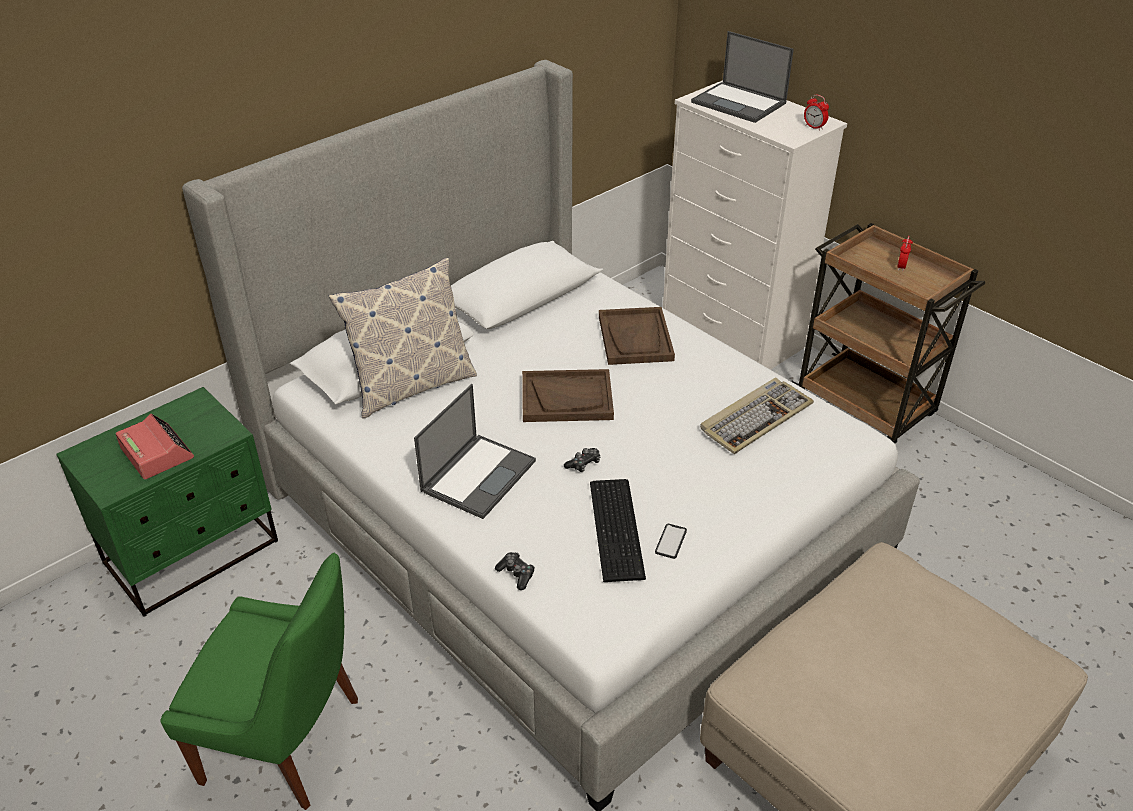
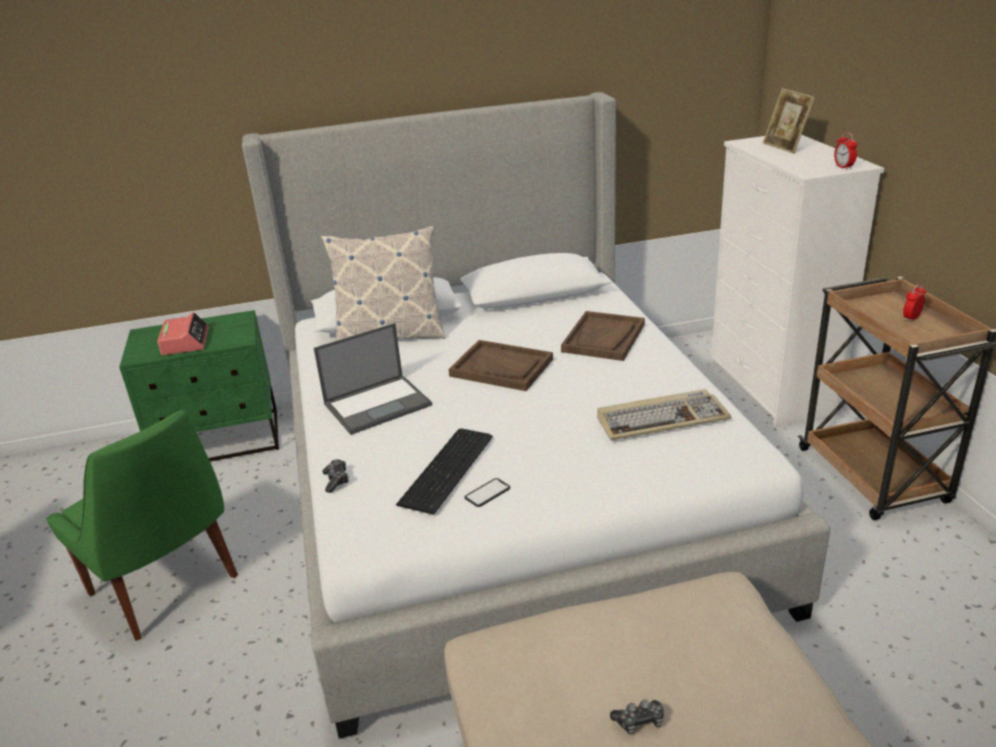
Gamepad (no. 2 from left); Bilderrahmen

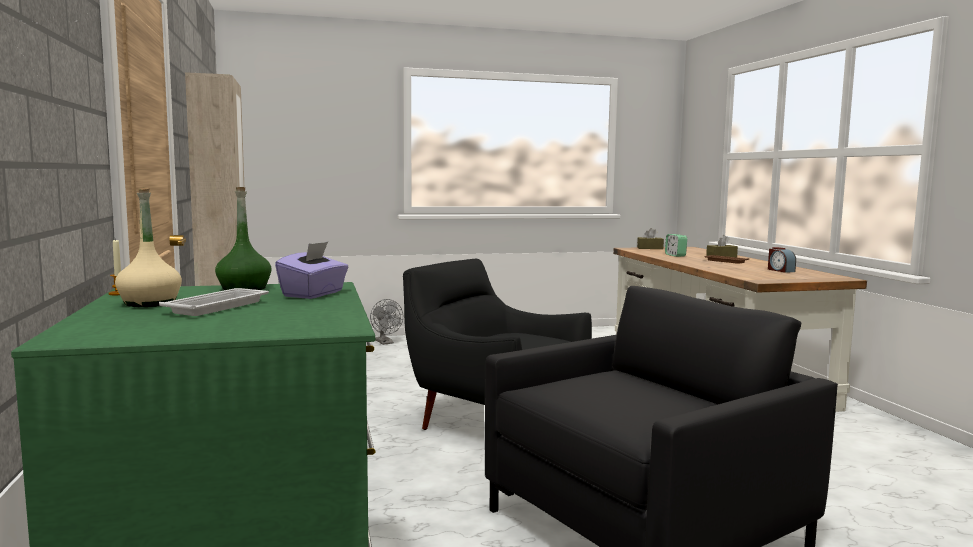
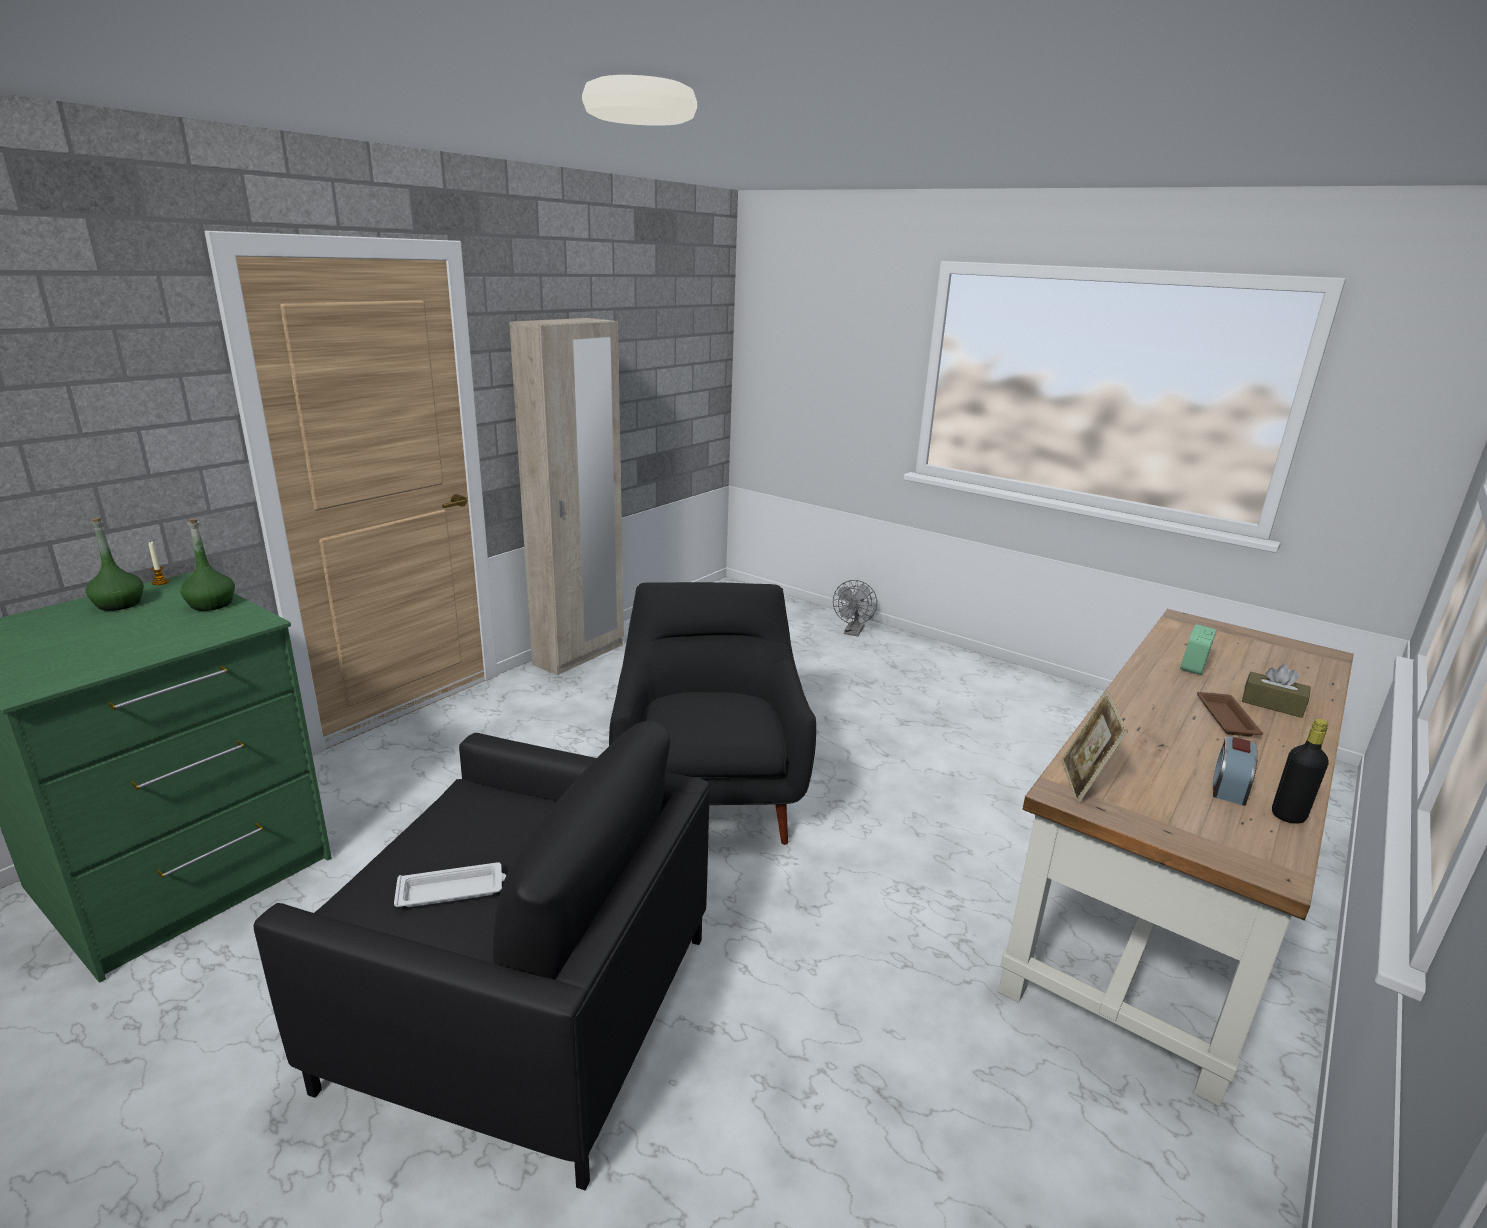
Taschentuchbox (lila); Taschentuchbox (braun) (no. 1 from left in the first image); Bilderrahmen; Flasche (schwarz); Tablett (weiß); Flasche (grün) (no. 1 from left)

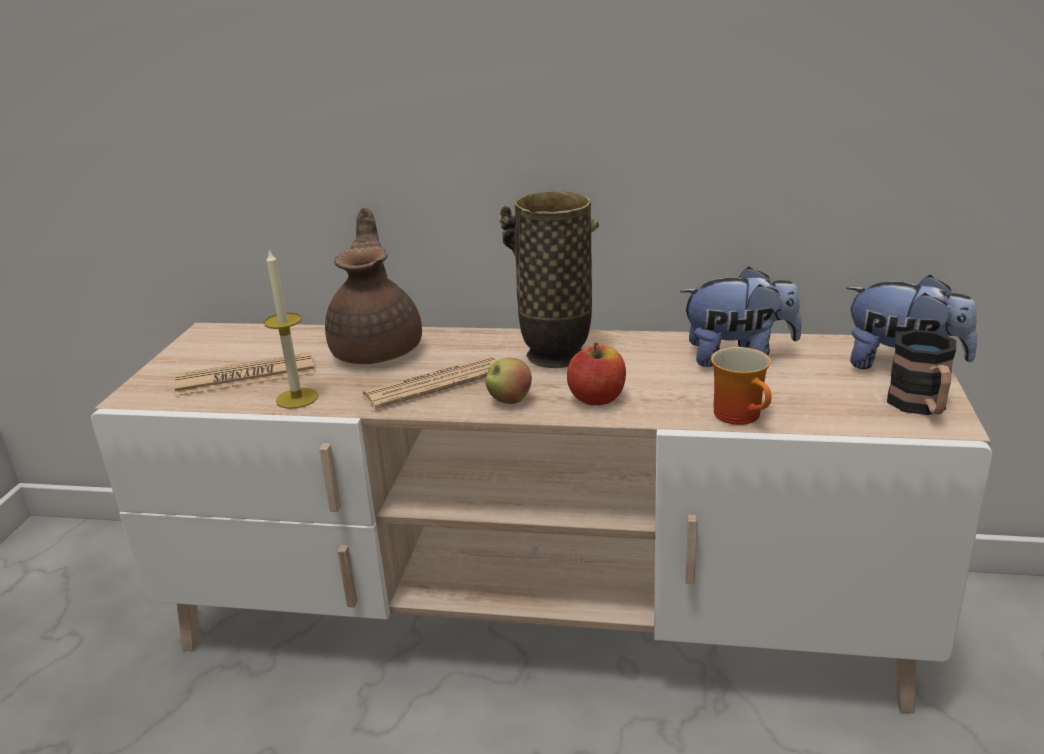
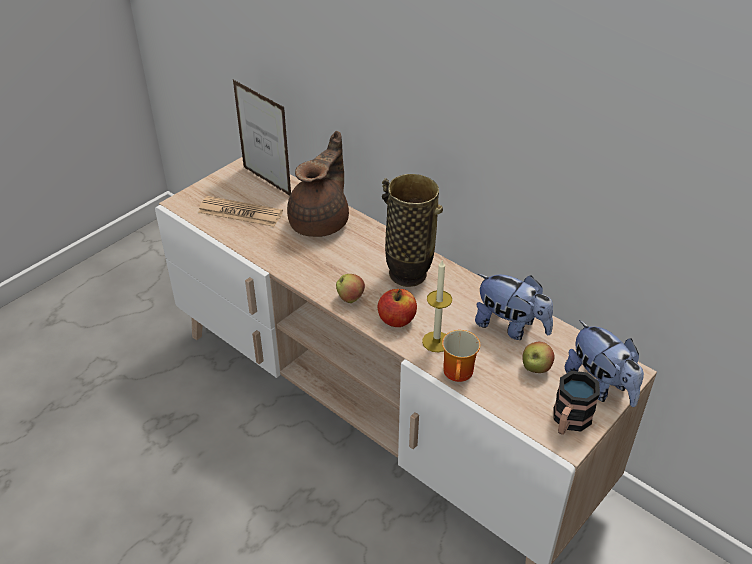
Zeitung (no. 2 from left in the first image); Bilderrahmen; Apfel (no. 3 from left); Kerze

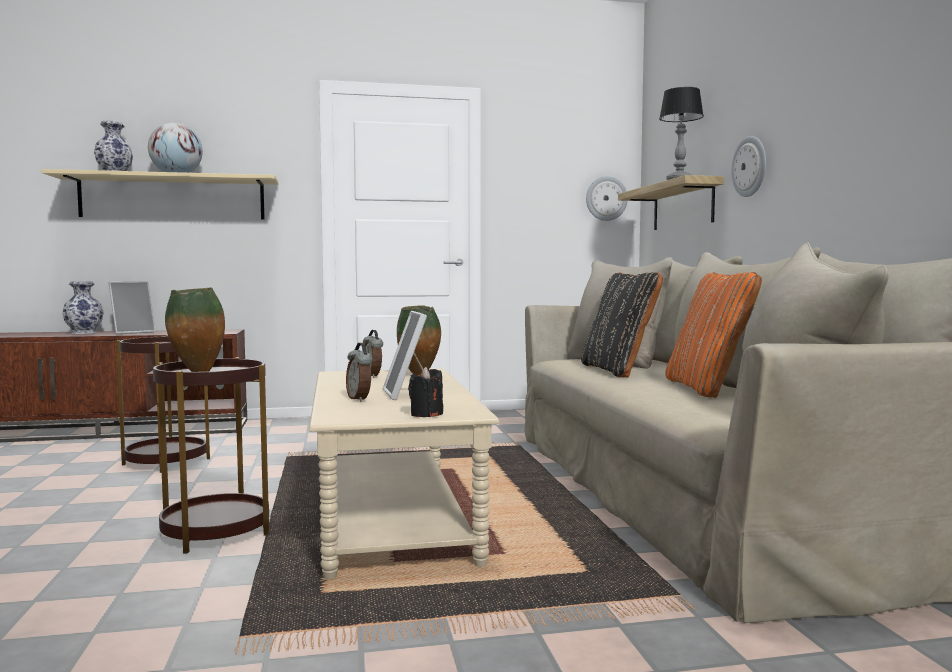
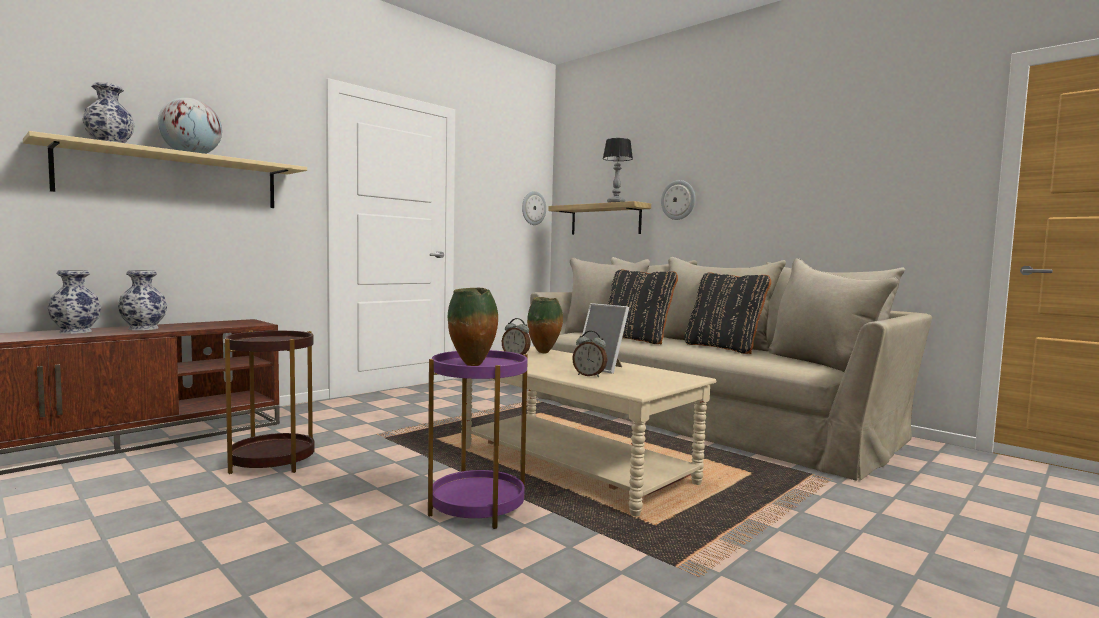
Kerze (schwarz); Vase (no. 3 from left); Beistelltisch (lila); Kissen (schwarz) (no. 2 from left)

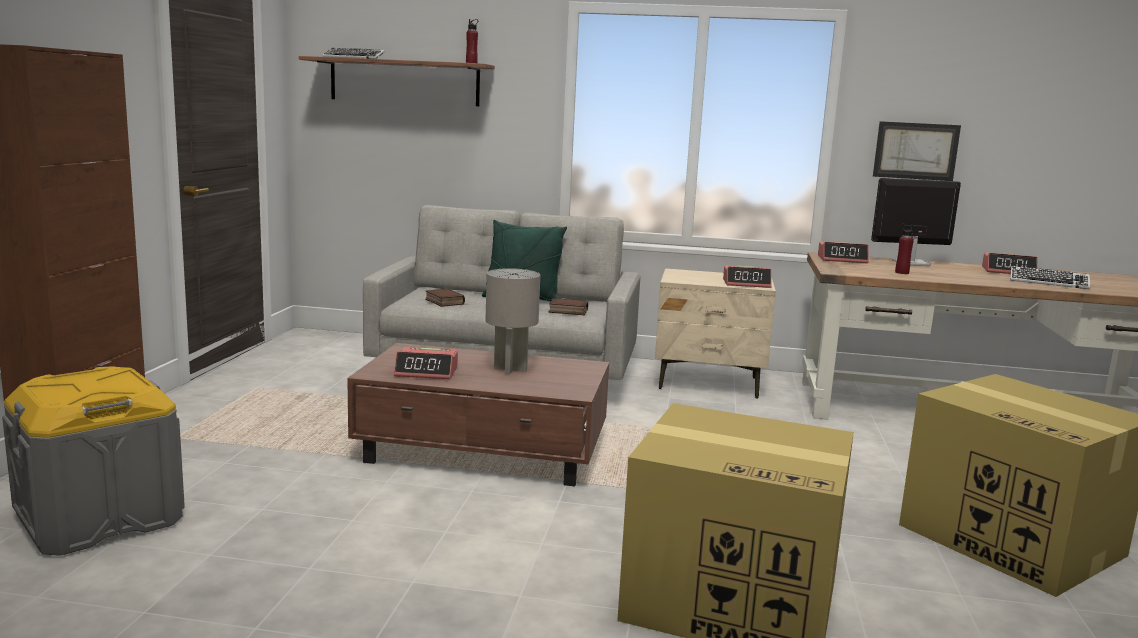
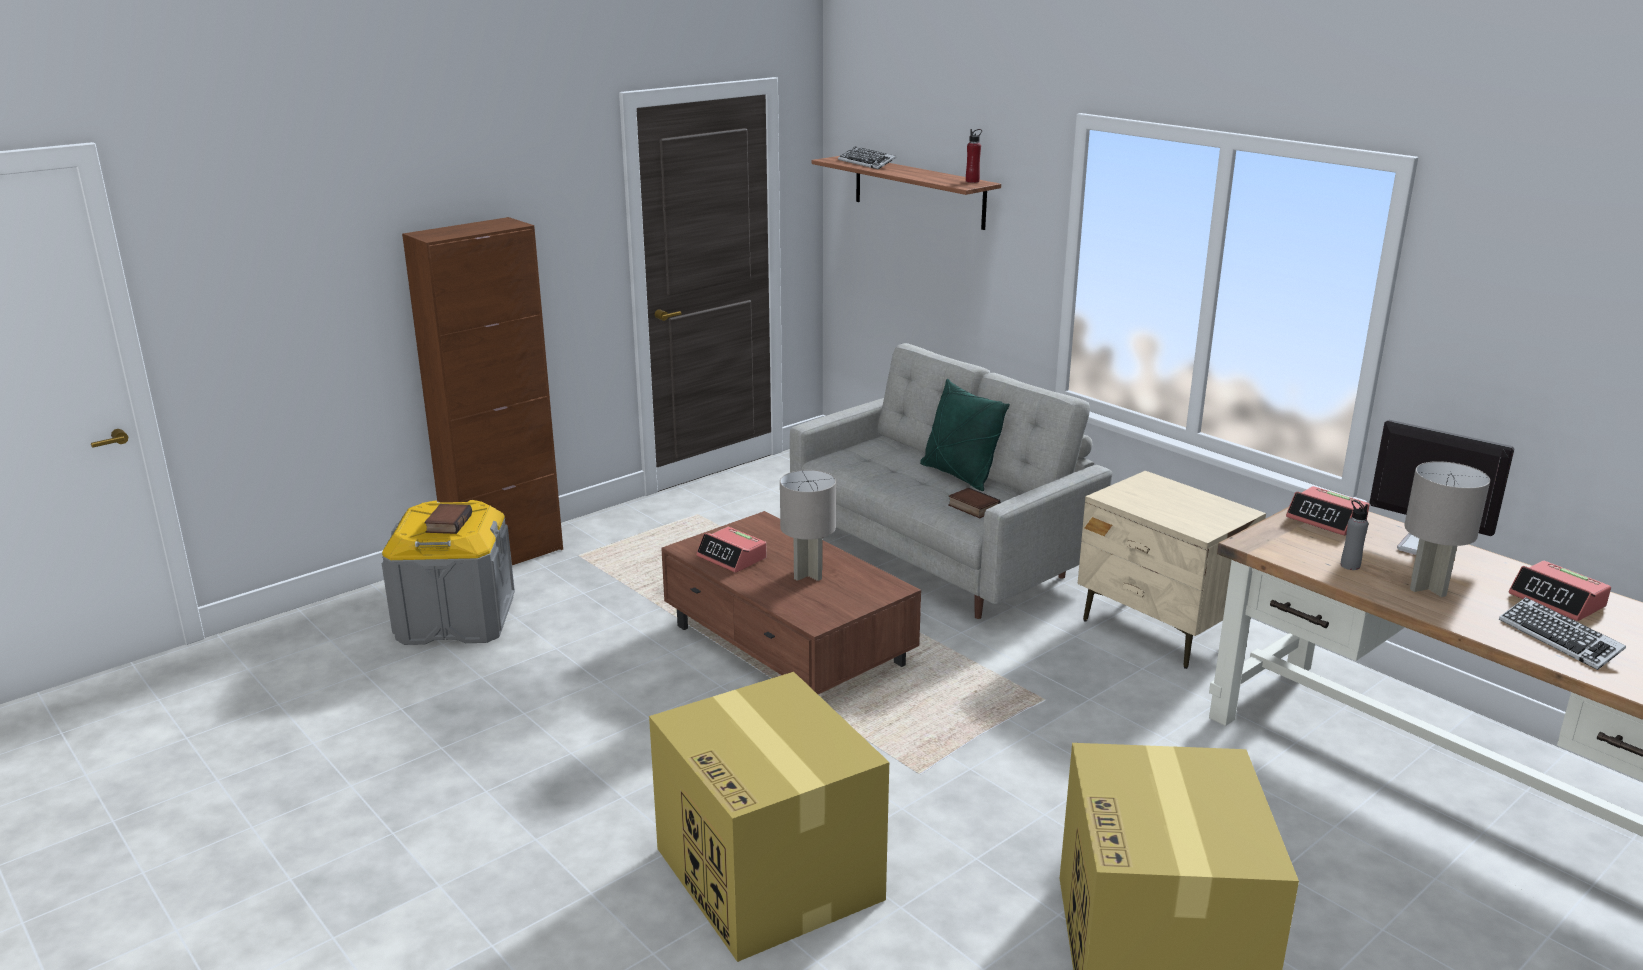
Wecker (no. 2 from left in the first image); Bild; Tischlampe (grau) (no. 2 from left); Buch (no. 1 from left); Flasche (grau)

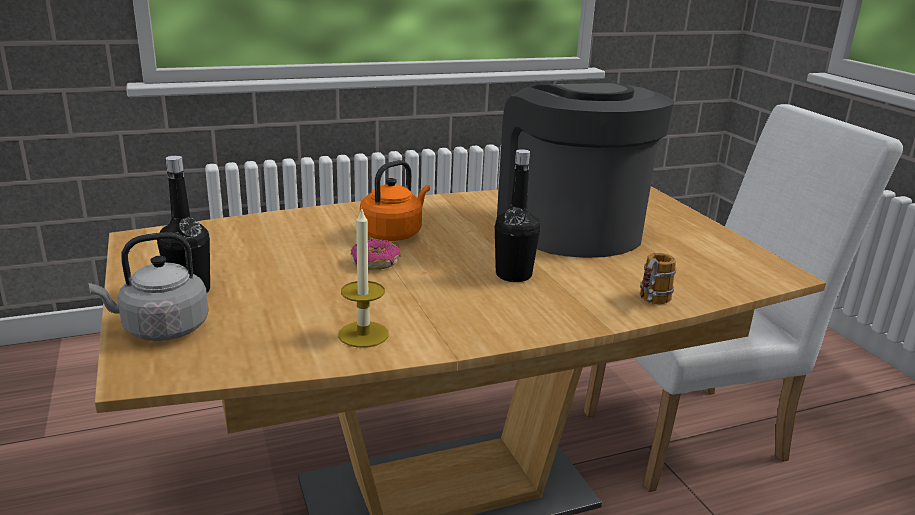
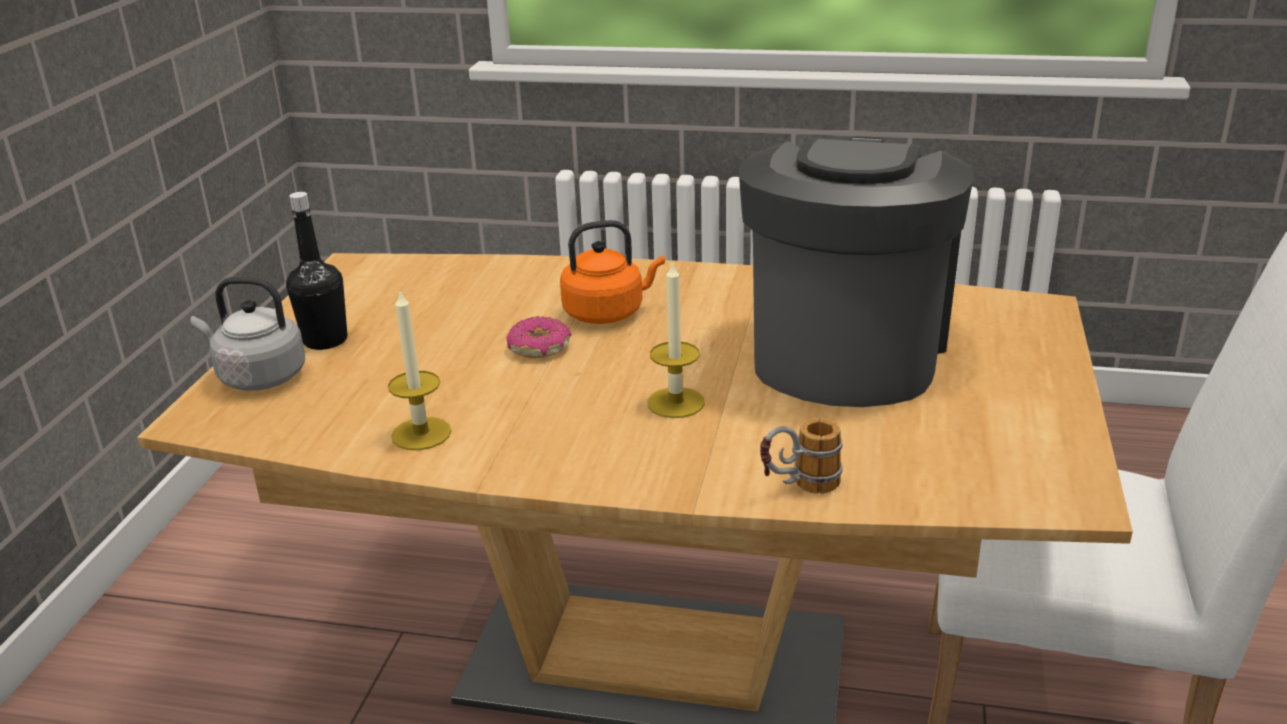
Kerze (no. 2 from left)

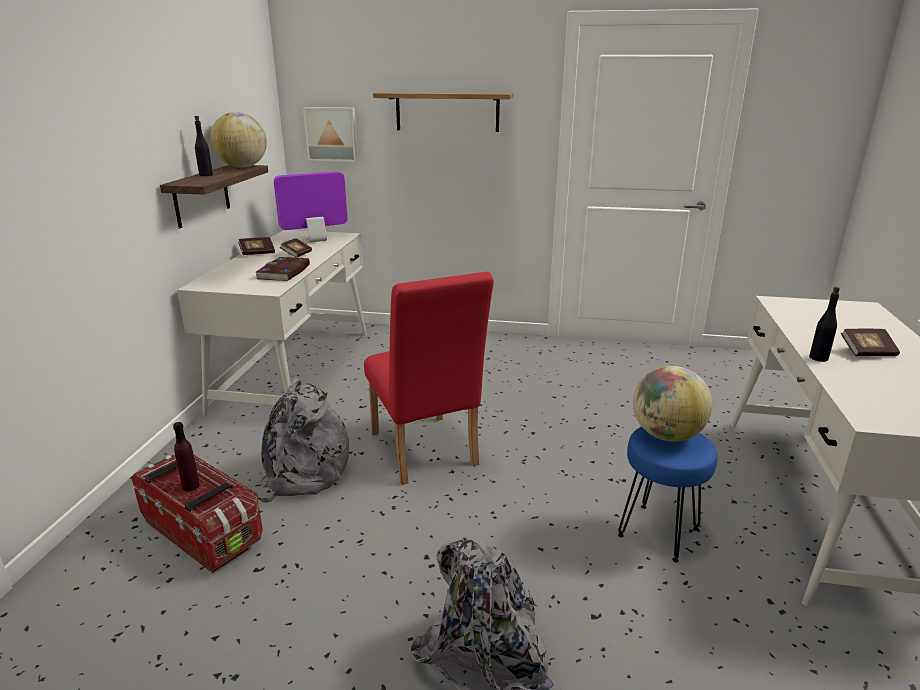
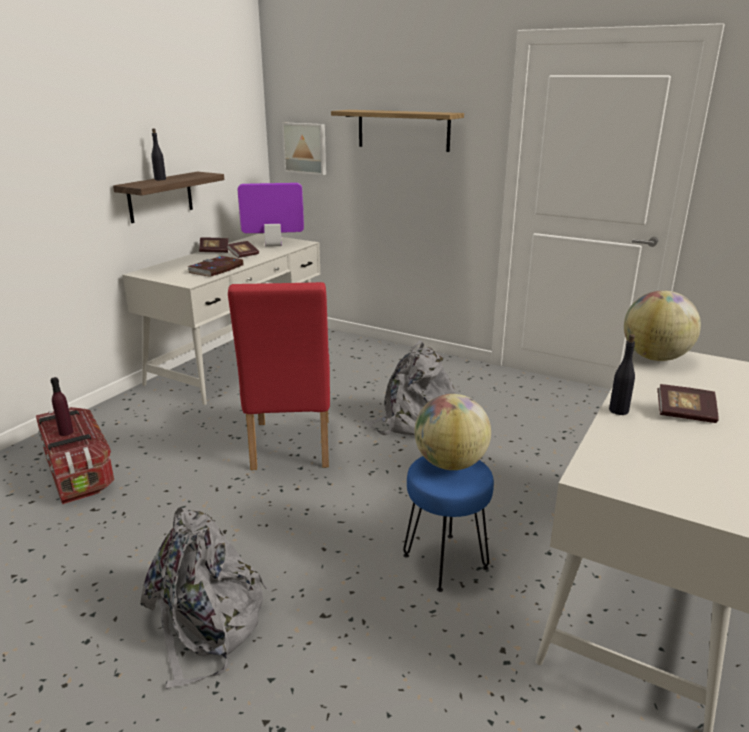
Globus (no. 2 from left); Rucksack (grau) (no. 2 from left)

